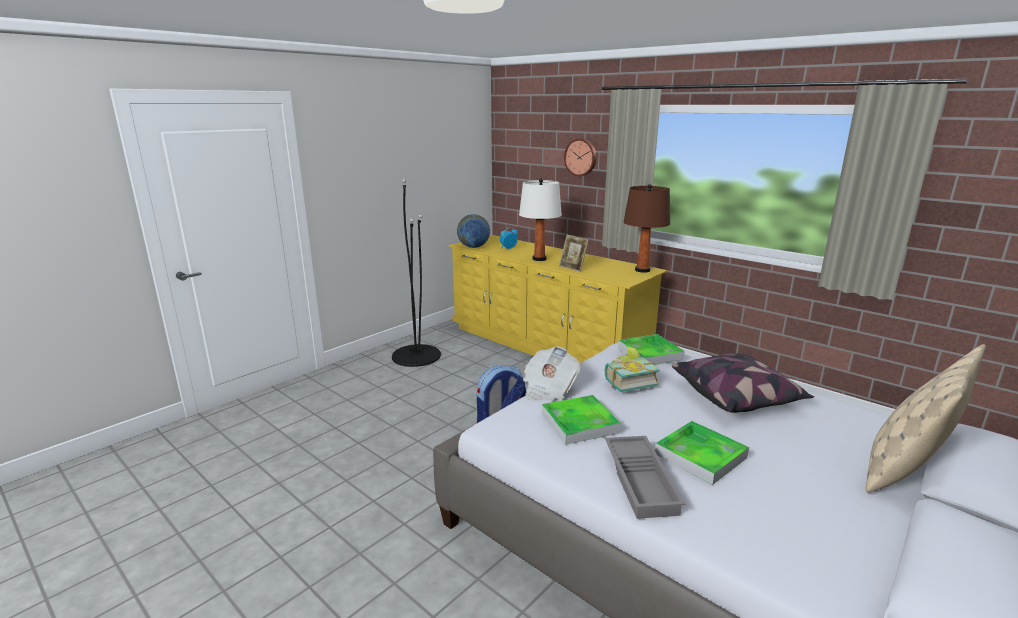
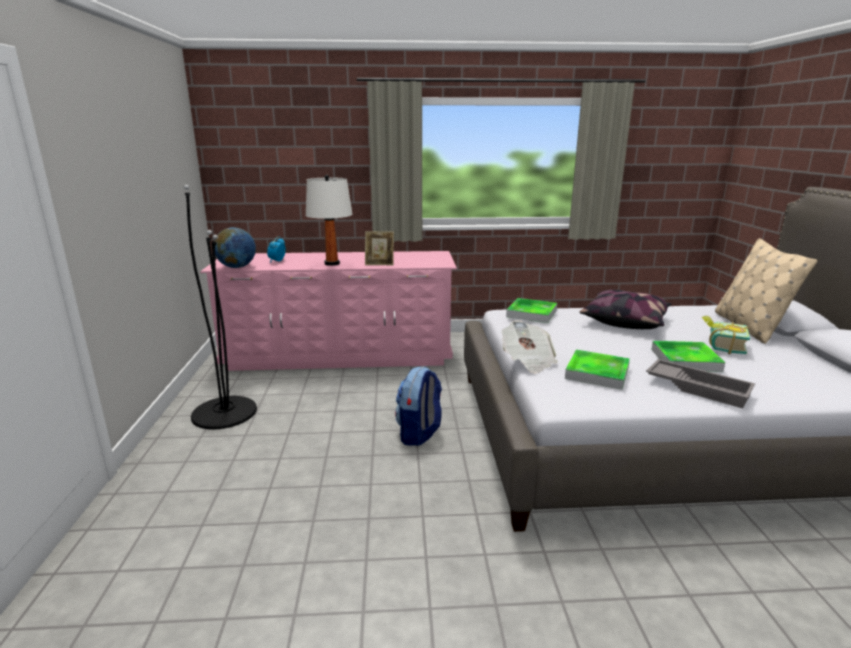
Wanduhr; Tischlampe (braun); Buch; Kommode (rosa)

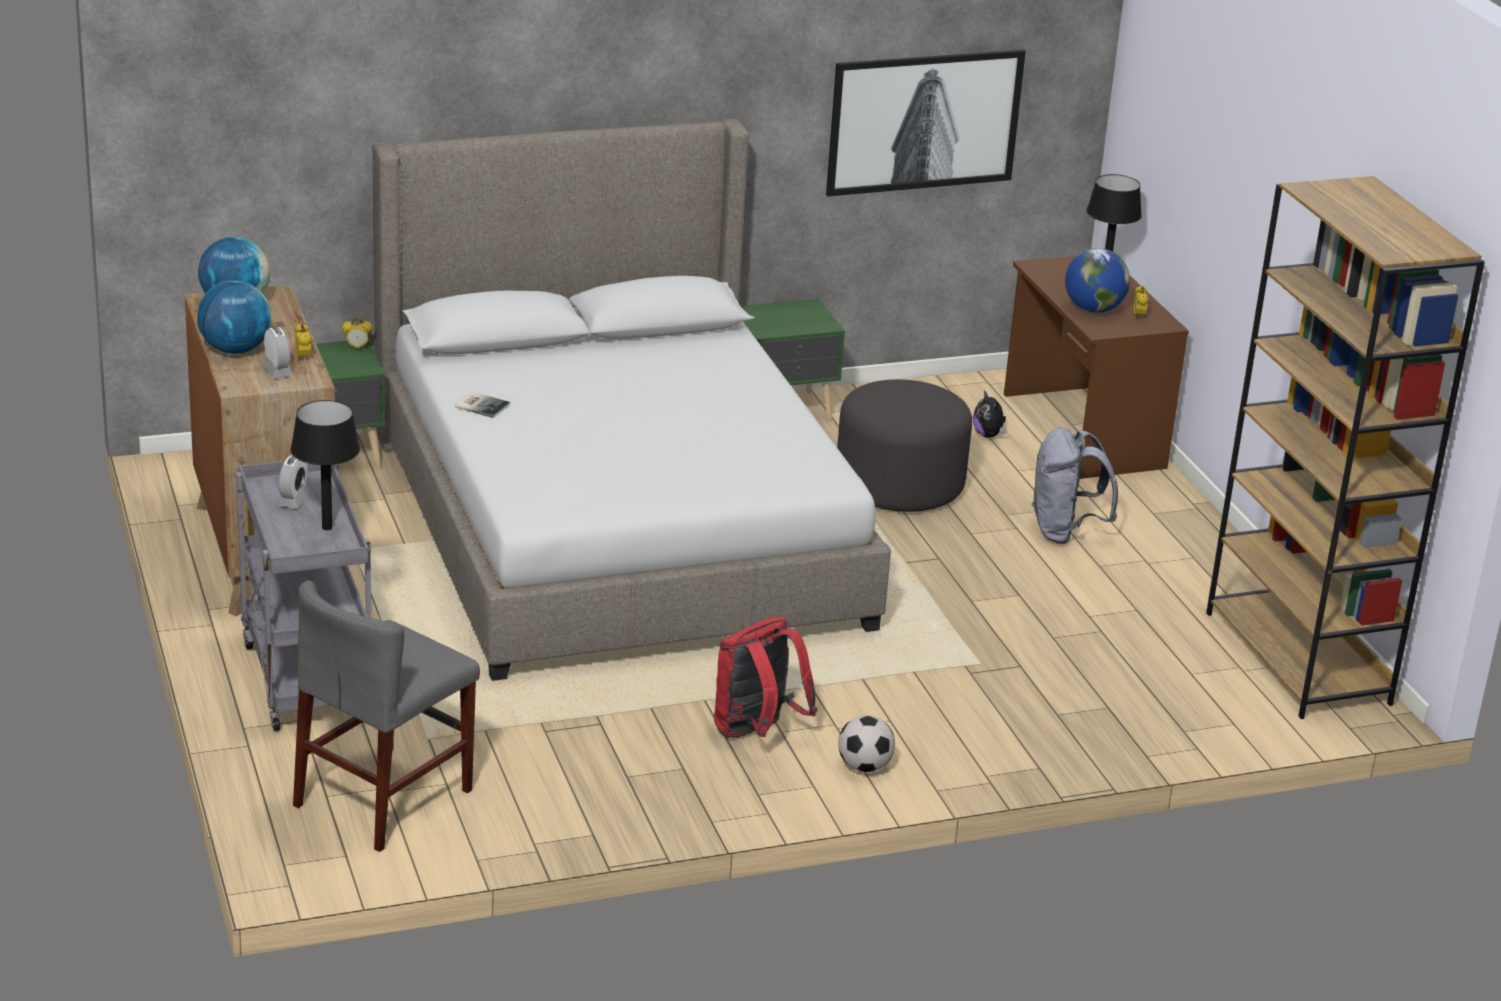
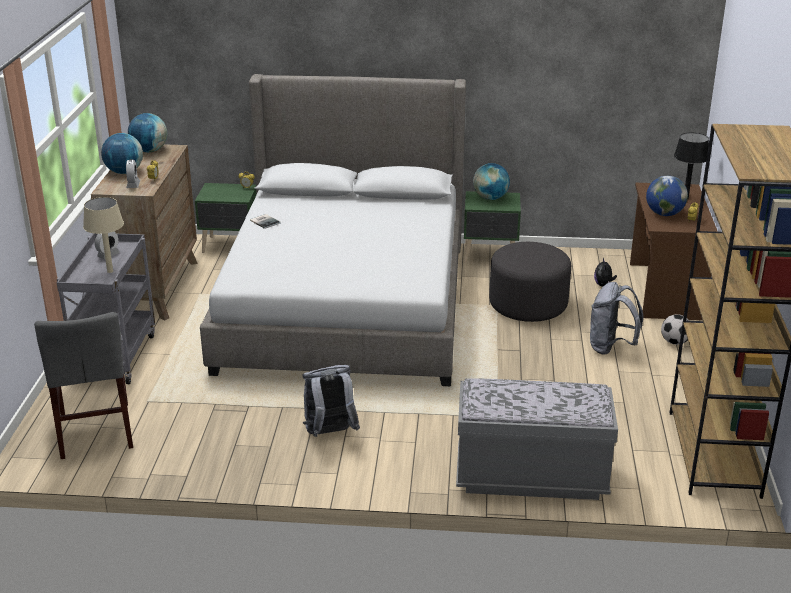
Bild; Bank (grau); Globus (no. 3 from left); Fußball; Tischlampe (beige); Rucksack (grau) (no. 1 from left); Stuhl (grau)

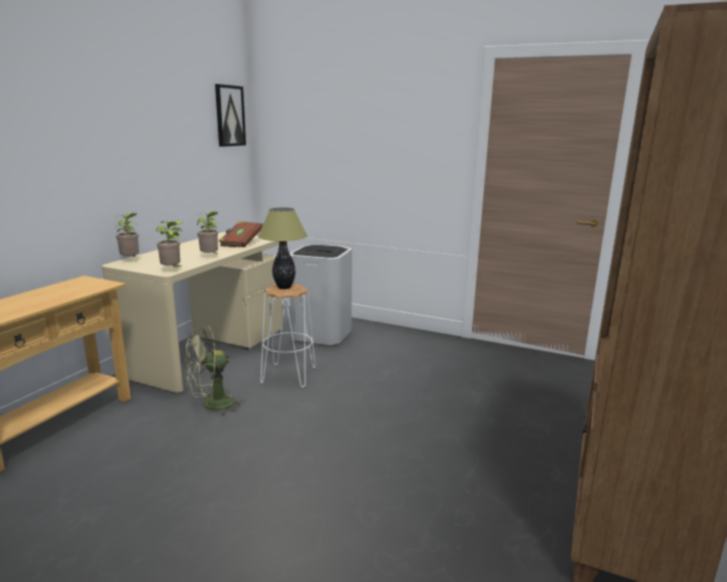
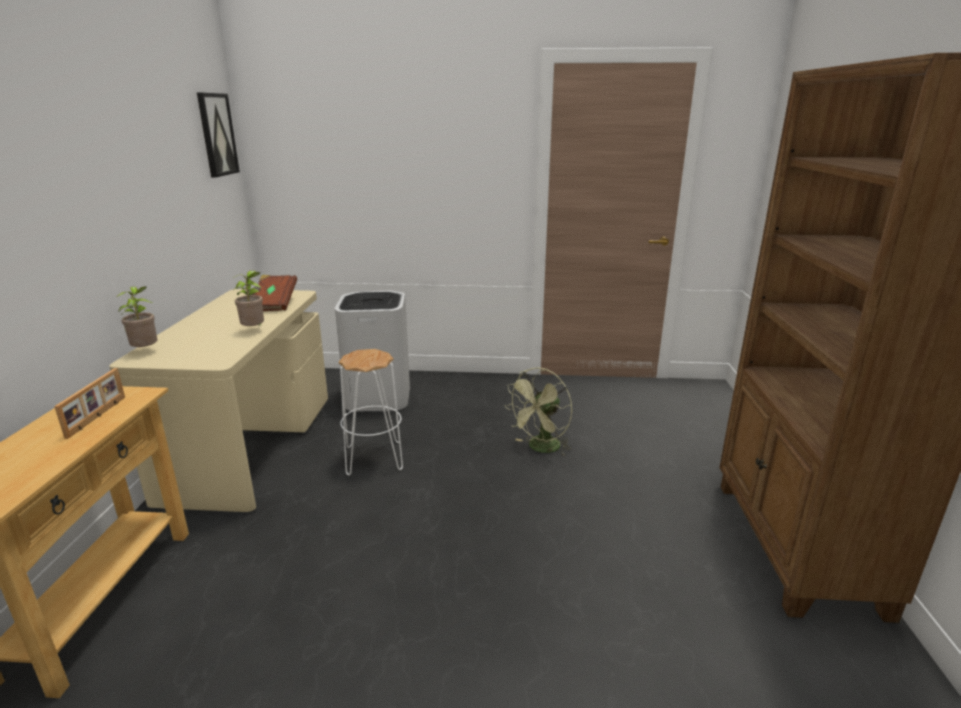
Topfpflanze (no. 2 from left in the first image); Tischlampe; Bilderrahmen; Ventilator (grün)

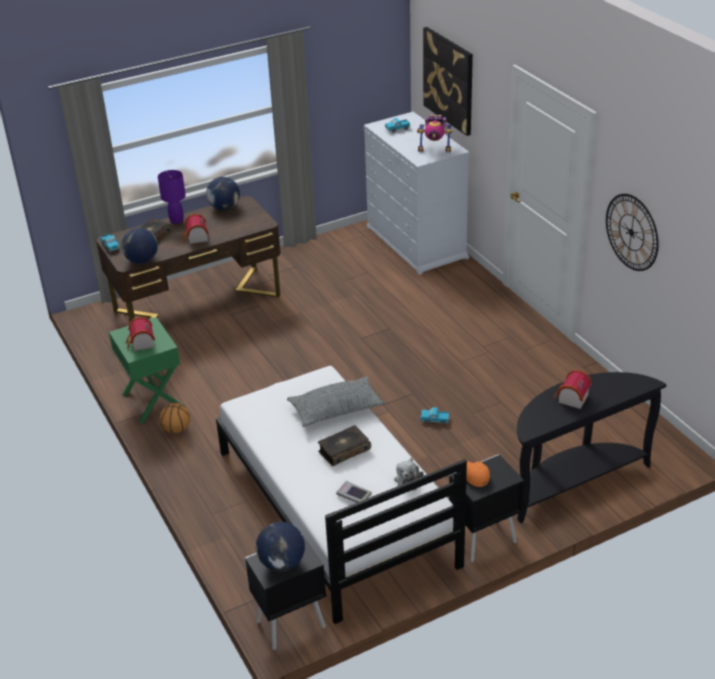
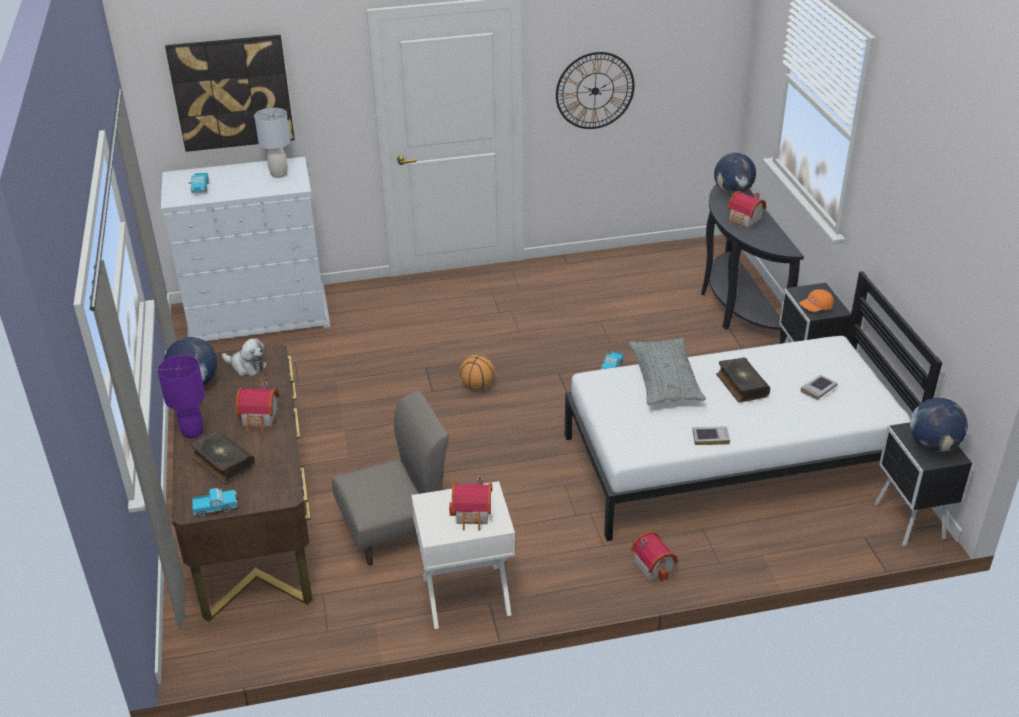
Stuhl (grau); Spielzeughaus (no. 3 from left); Buch (no. 2 from left); Globus (no. 2 from left); Basketball; Plüschtier; Tischlampe (grau); Nachttisch (weiß)

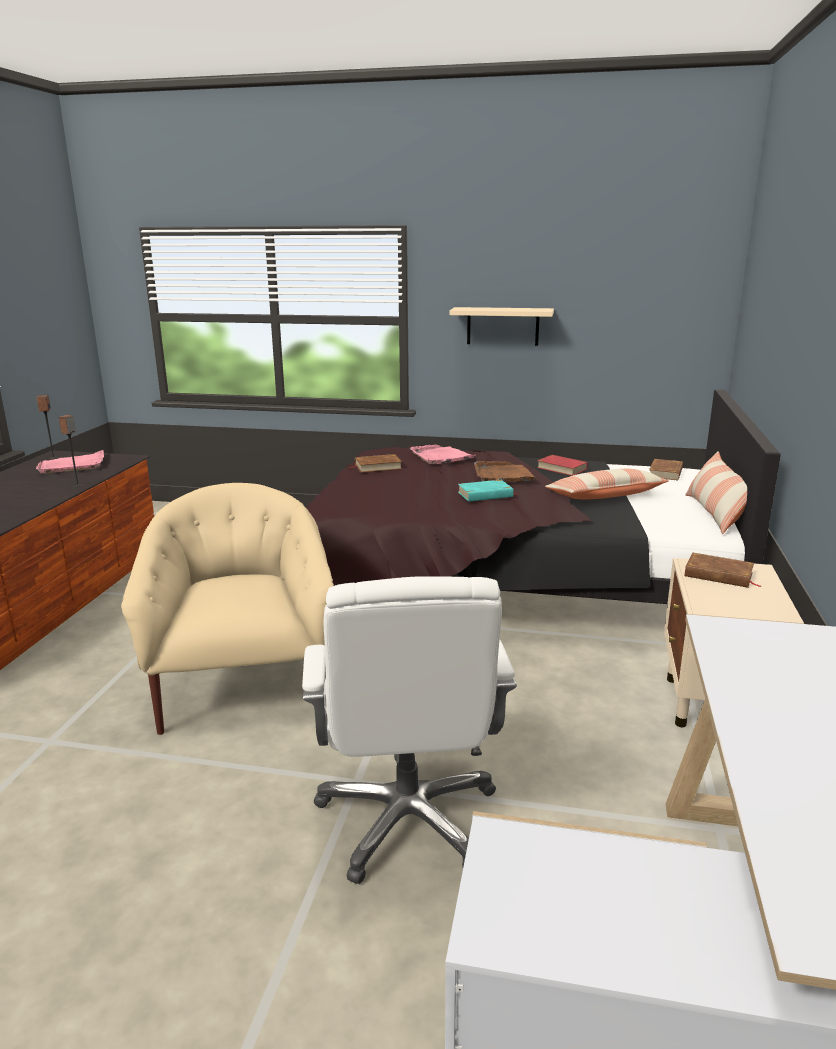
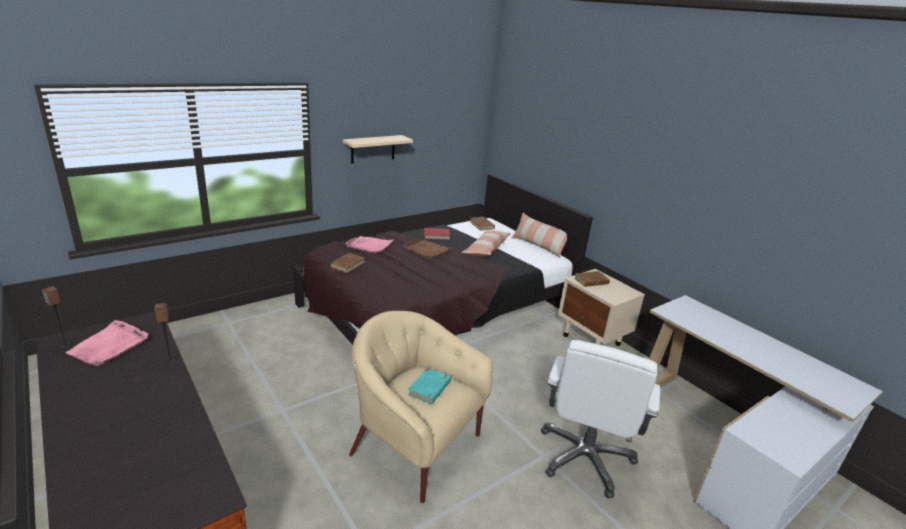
Buch (türkis); Bürostuhl (weiß)

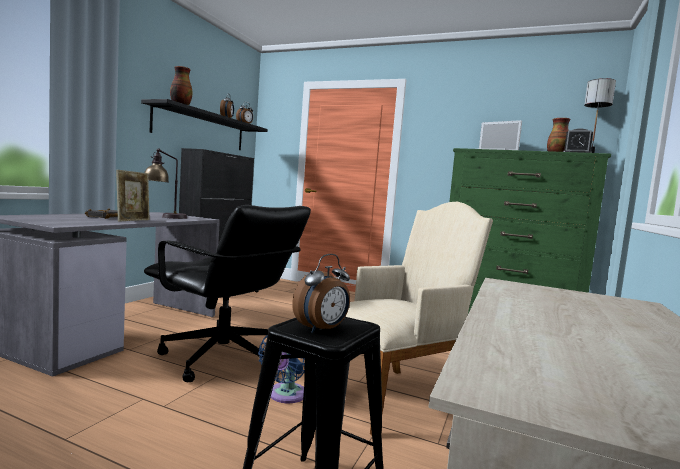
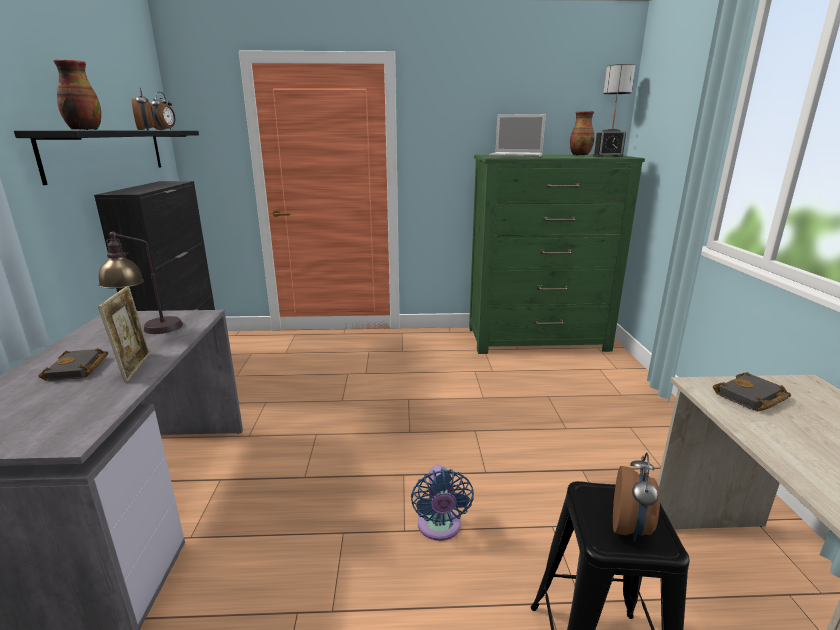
Bürostuhl (schwarz); Sessel (beige); Buch (schwarz) (no. 2 from left)

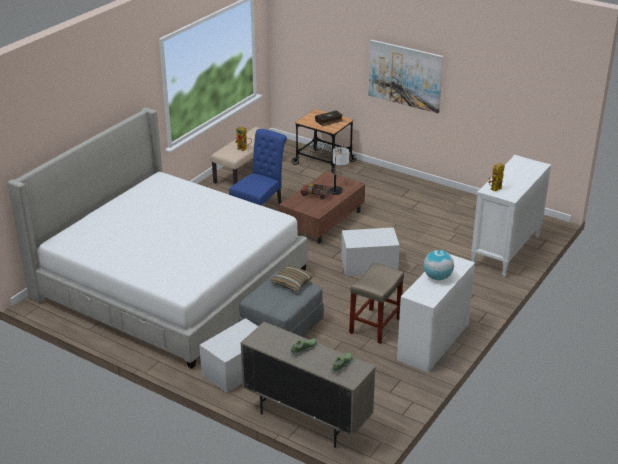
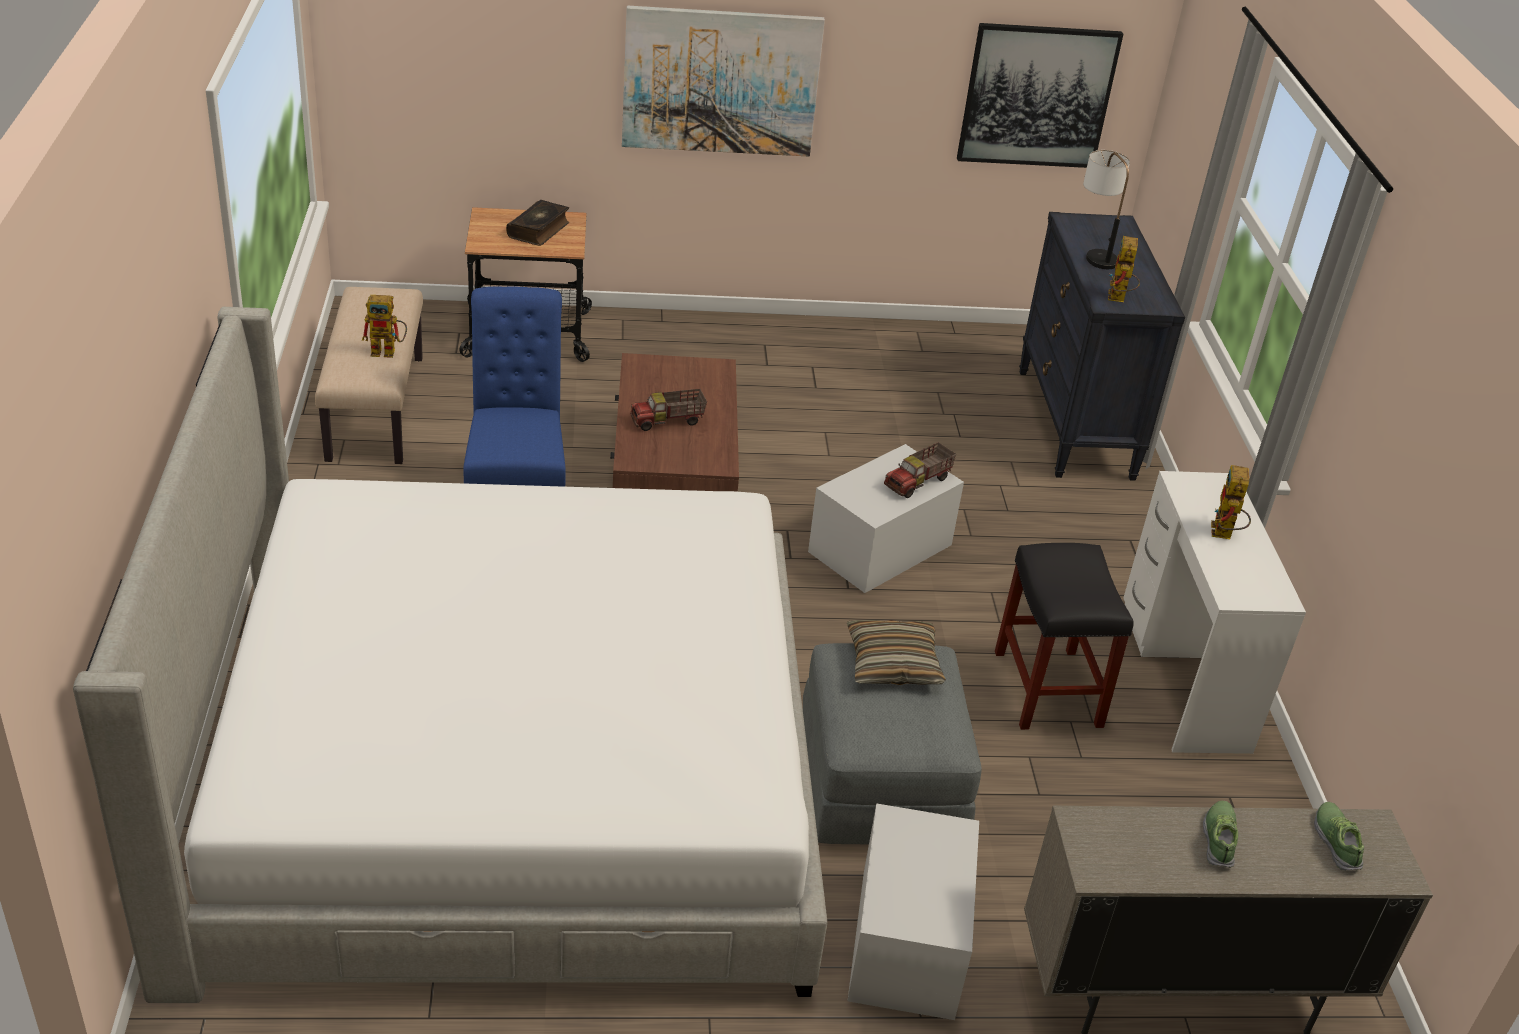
Spielzeuglaster (no. 2 from left); Bild (no. 2 from left); Tischlampe; Spielzeugroboter (no. 3 from left); Hocker (schwarz); Kommode (schwarz)

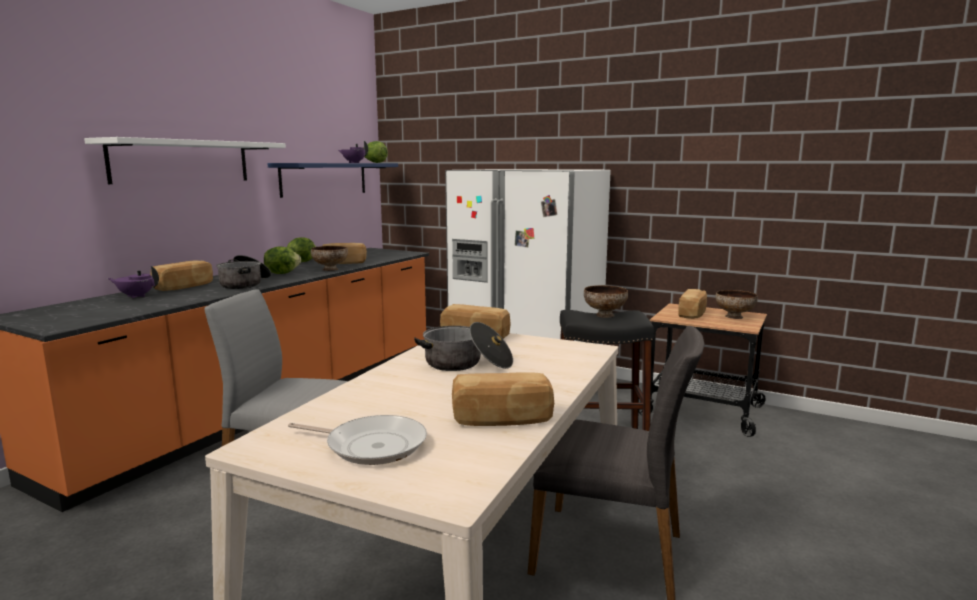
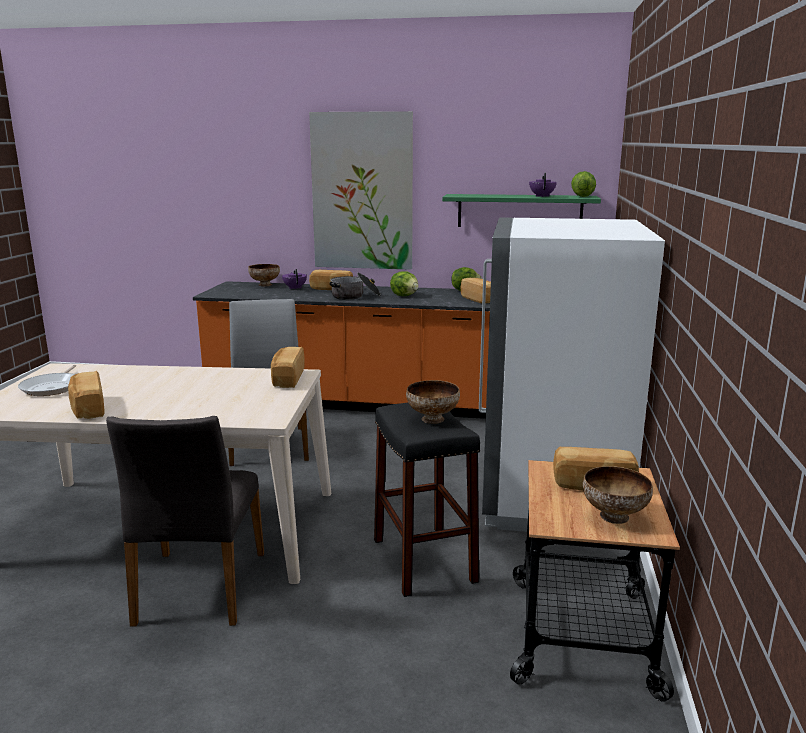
Kochtopf (no. 2 from left in the first image); Schüssel (no. 1 from left); Bild; Wandregal (grün)

